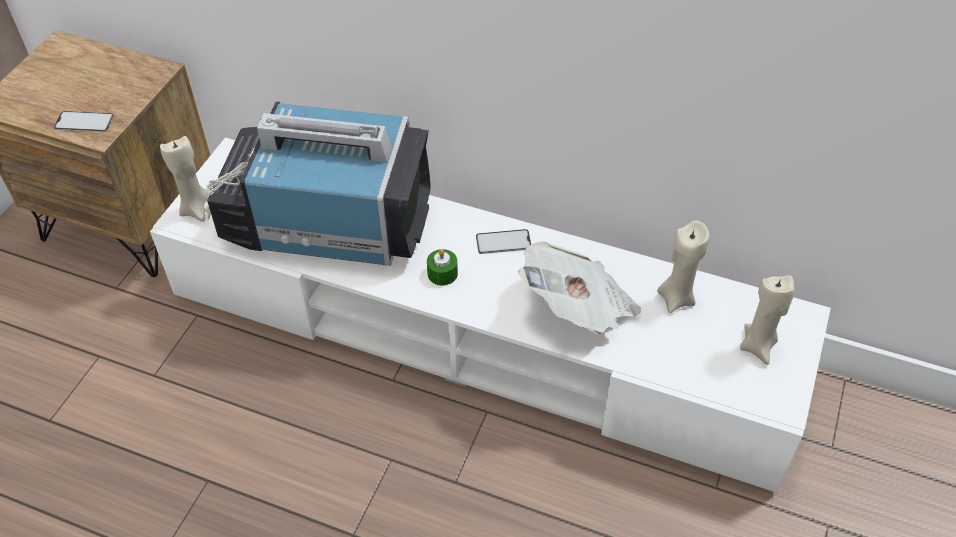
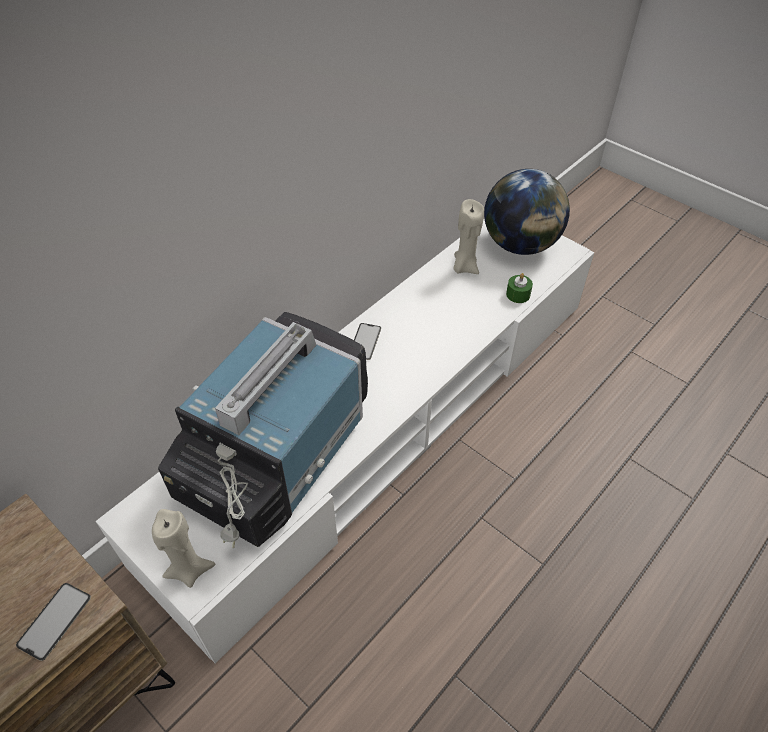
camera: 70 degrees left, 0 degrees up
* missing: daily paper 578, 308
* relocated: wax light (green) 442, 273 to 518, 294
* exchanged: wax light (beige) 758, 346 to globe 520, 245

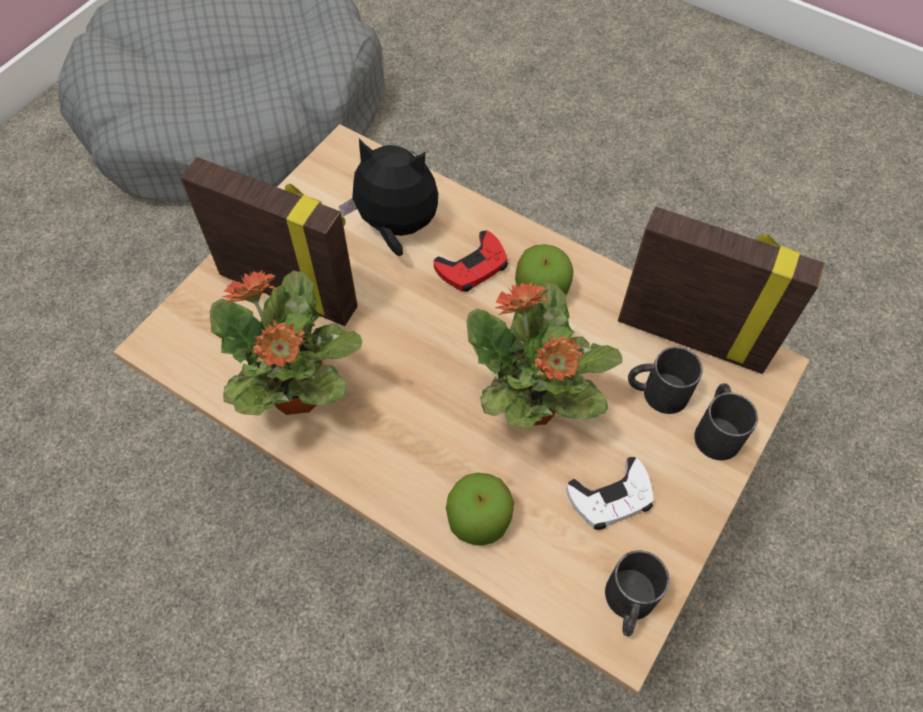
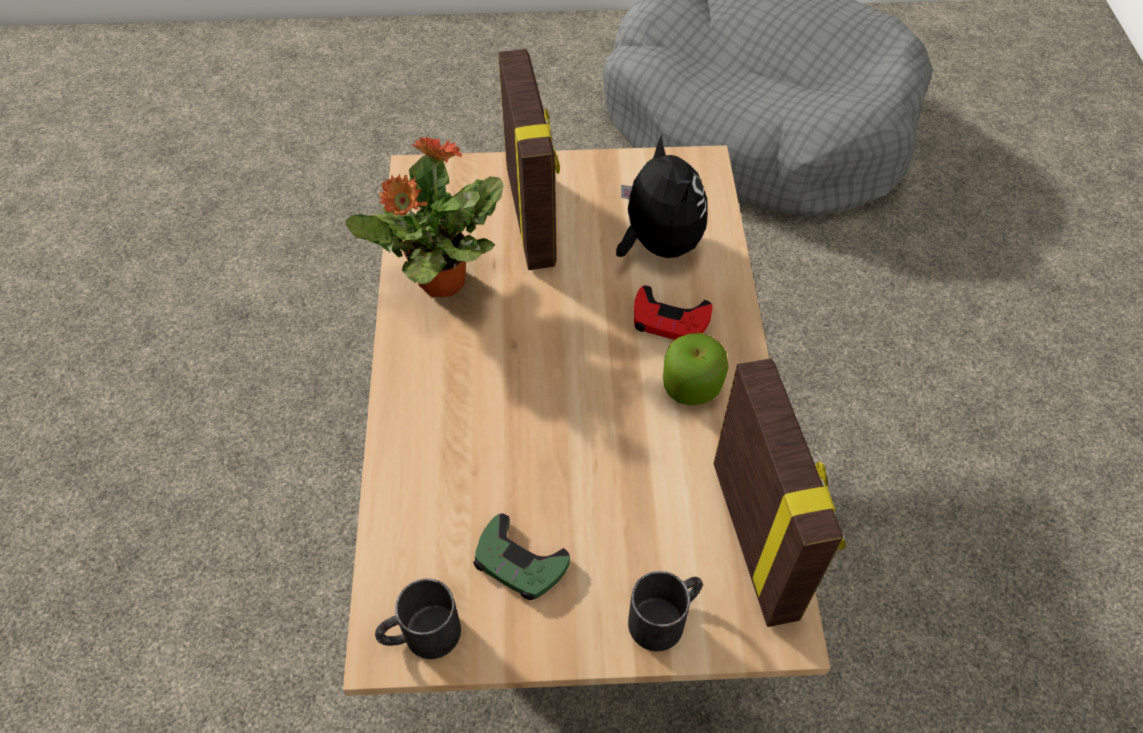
camera: 55 degrees right, 5 degrees down
* missing: apple 478, 519
* missing: houseplant 531, 408
* missing: coffee mug (black-coloured) 656, 392
* colour: joypad (white-coloured) 611, 497 to joypad (green) 519, 562

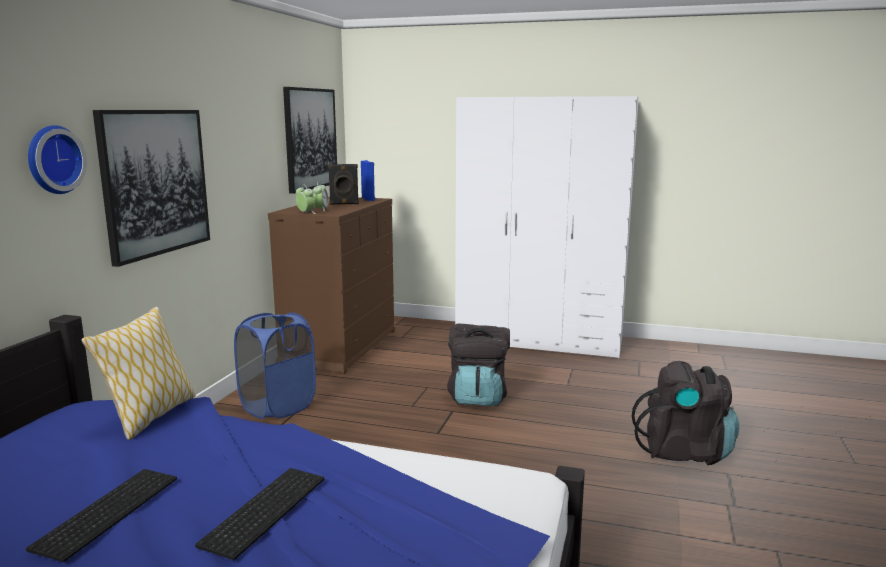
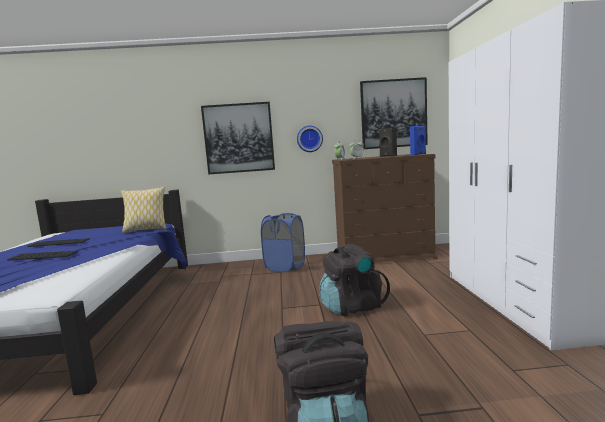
camera: 70 degrees right, 5 degrees down
* relocated: hanging clock 52, 159 to 309, 139

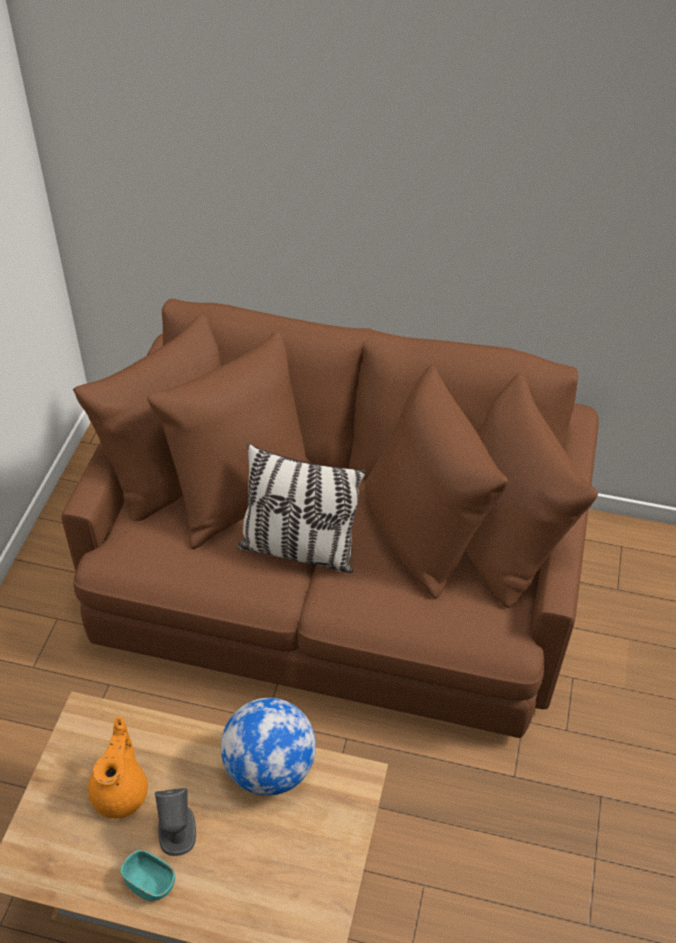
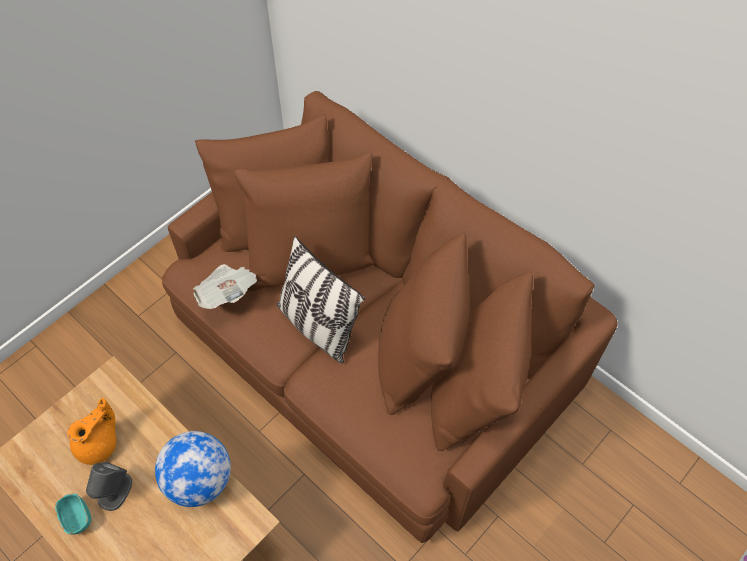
camera: 30 degrees right, 10 degrees up
* appeared: daily paper 227, 294

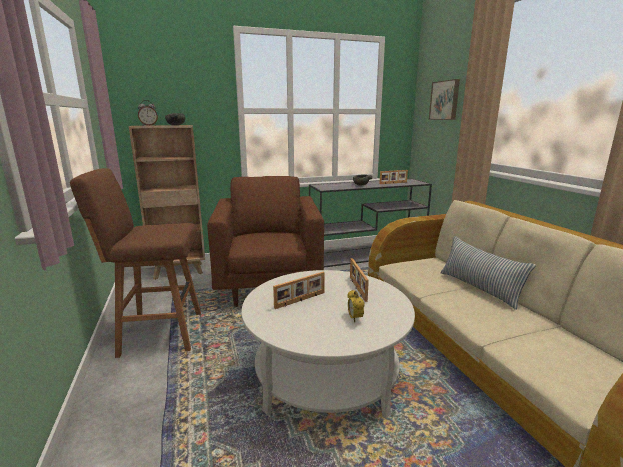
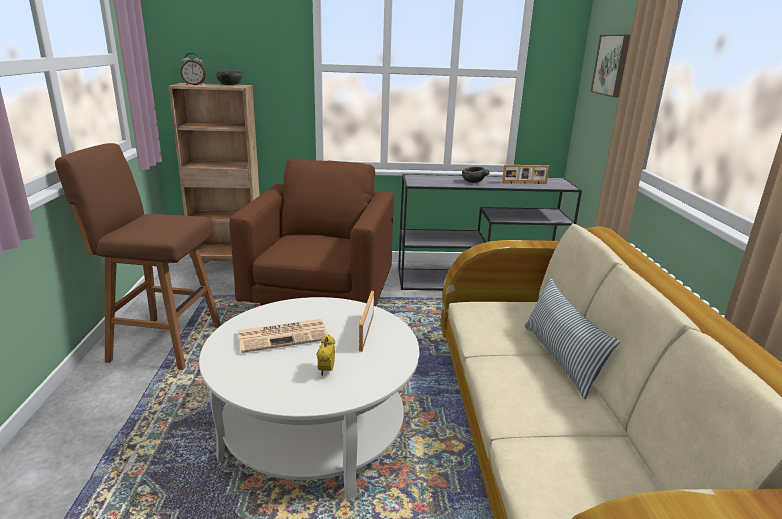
camera: 15 degrees right, 5 degrees up
* exchanged: standing frame 300, 300 to daily paper 284, 335

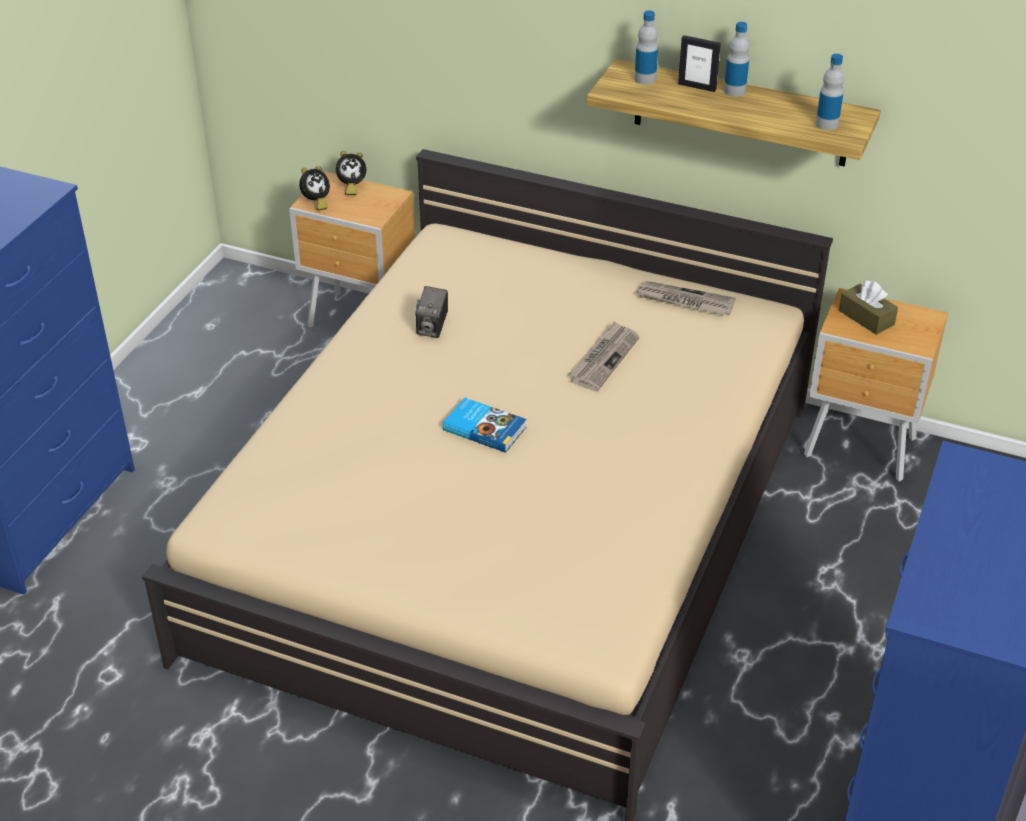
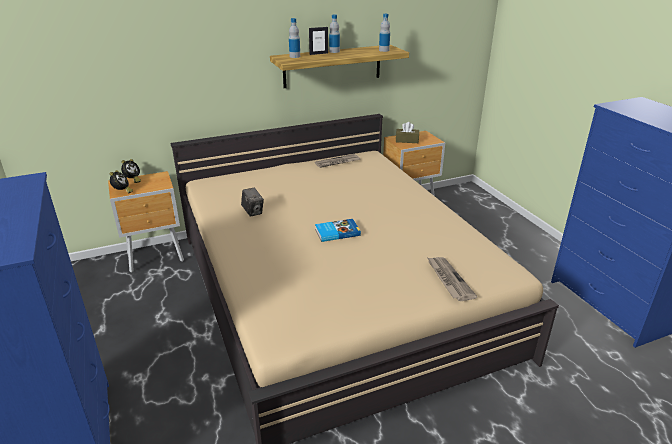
camera: 45 degrees left, 10 degrees down
* relocated: daily paper 604, 358 to 449, 279

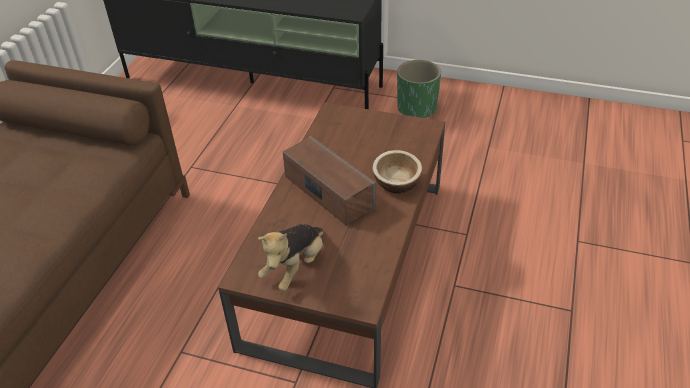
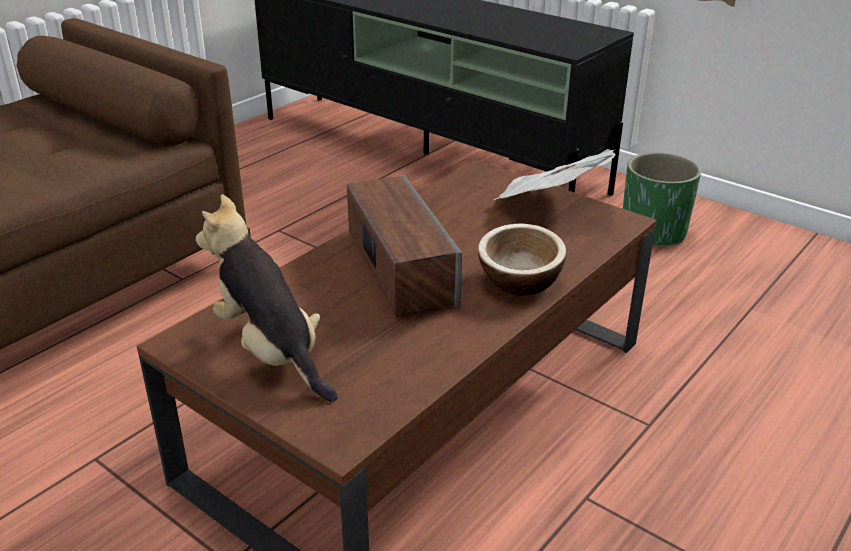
camera: 20 degrees right, 10 degrees down
* appeared: daily paper 550, 204
* spun: cuddly toy 295, 267 = 271, 352 90 degrees clockwise

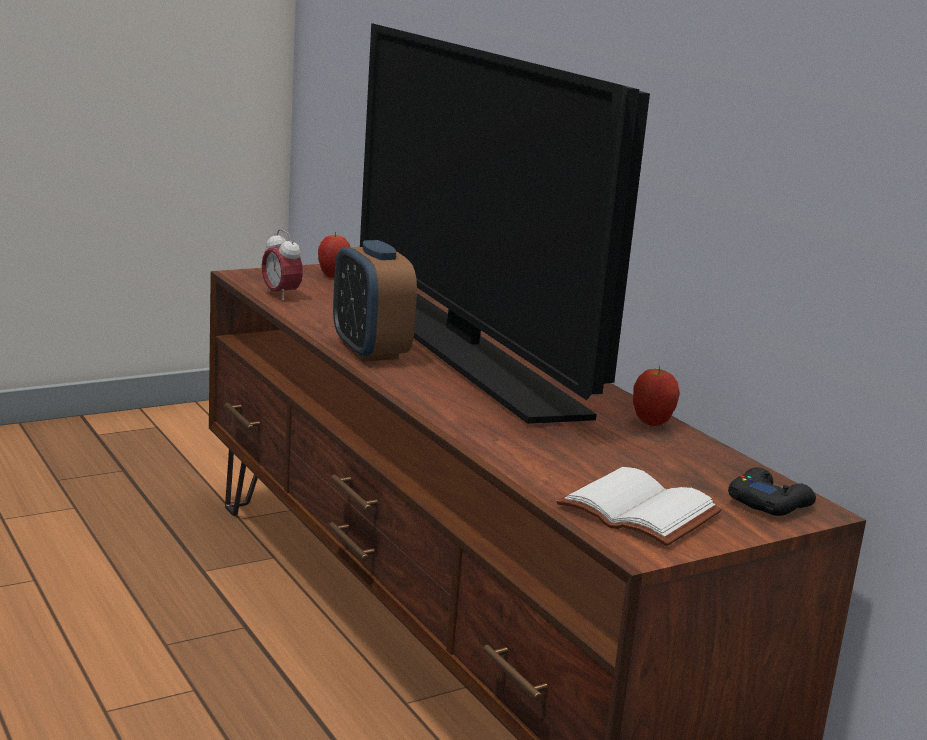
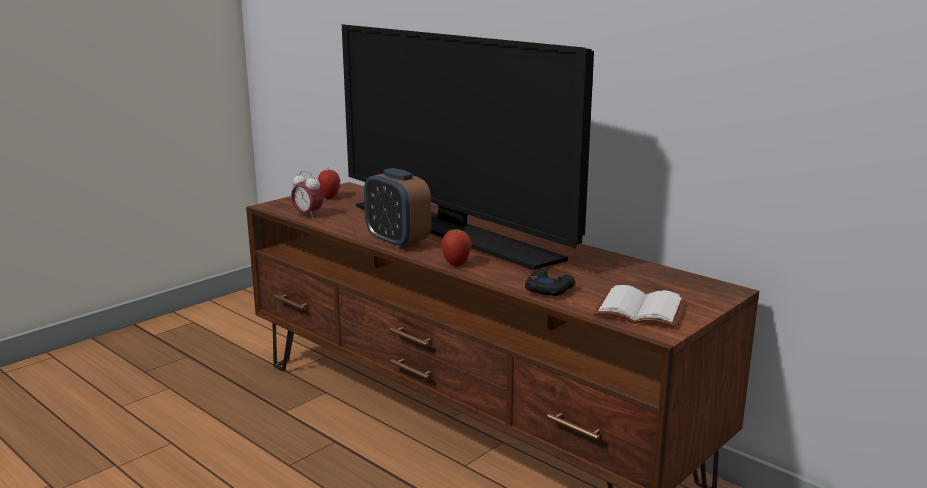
camera: 15 degrees left, 0 degrees up
* relocated: apple 652, 423 to 456, 264
* relocated: joypad (black-coloured) 769, 503 to 549, 289

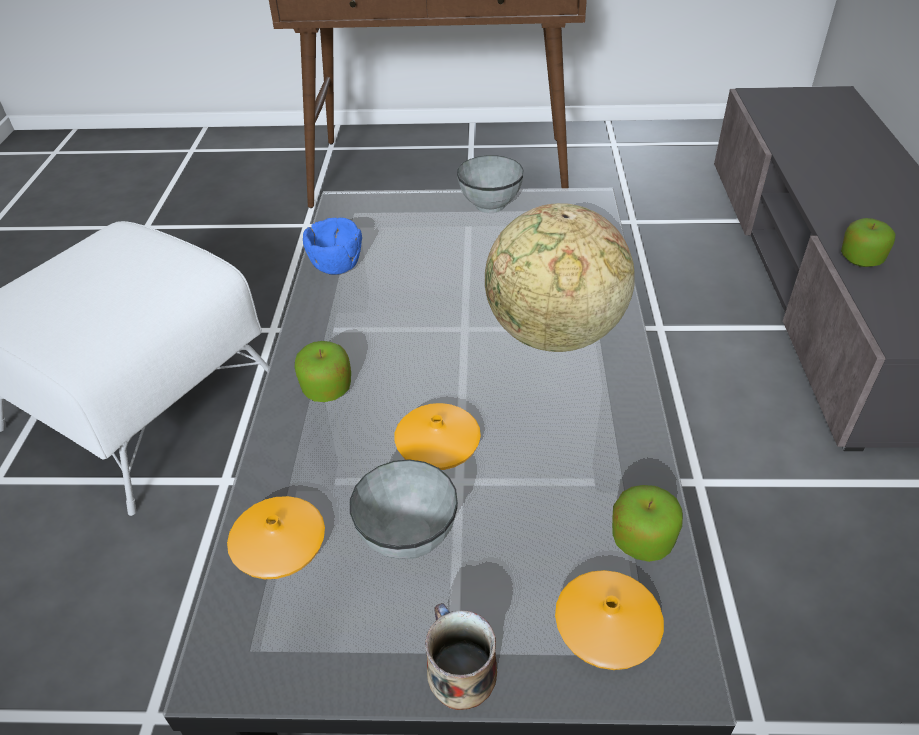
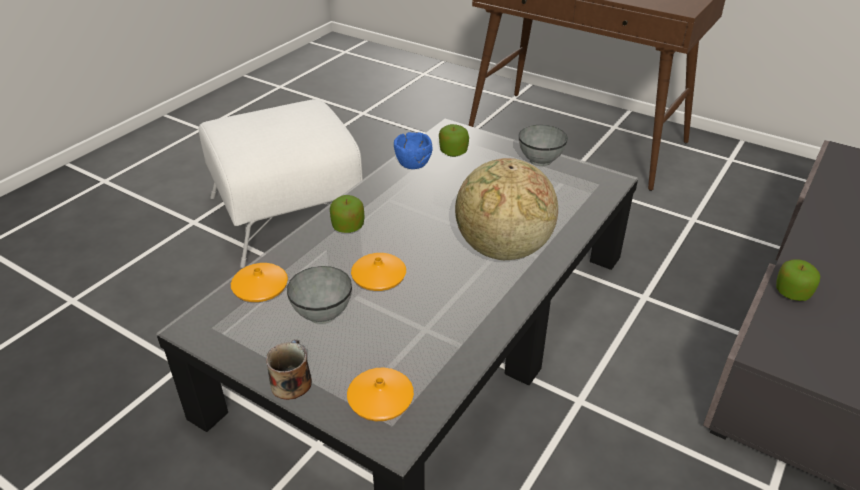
camera: 30 degrees right, 5 degrees down
* relocated: apple 642, 540 to 453, 152

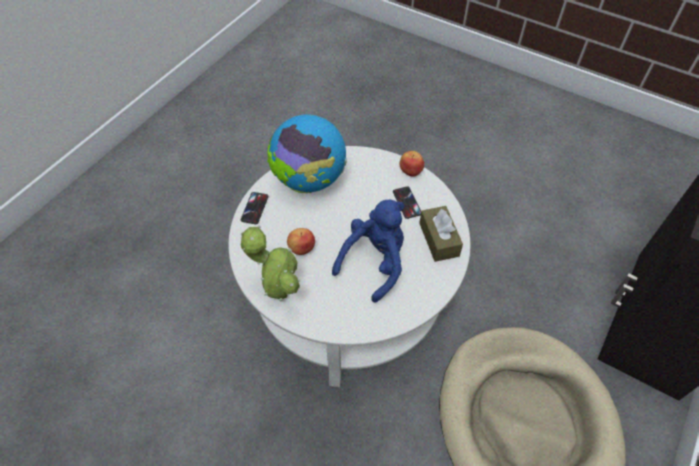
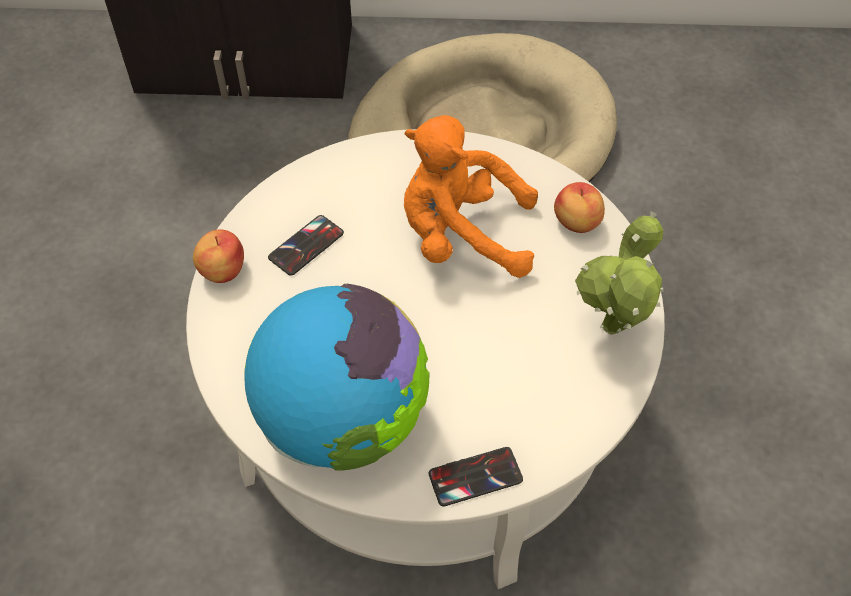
camera: 120 degrees left, 0 degrees up
* missing: tissue holder (brown-coloured) 439, 239
* relocated: apple 301, 248 to 576, 223
* colour: cuddly toy (bluish) 374, 262 to cuddly toy (orange-coloured) 461, 236

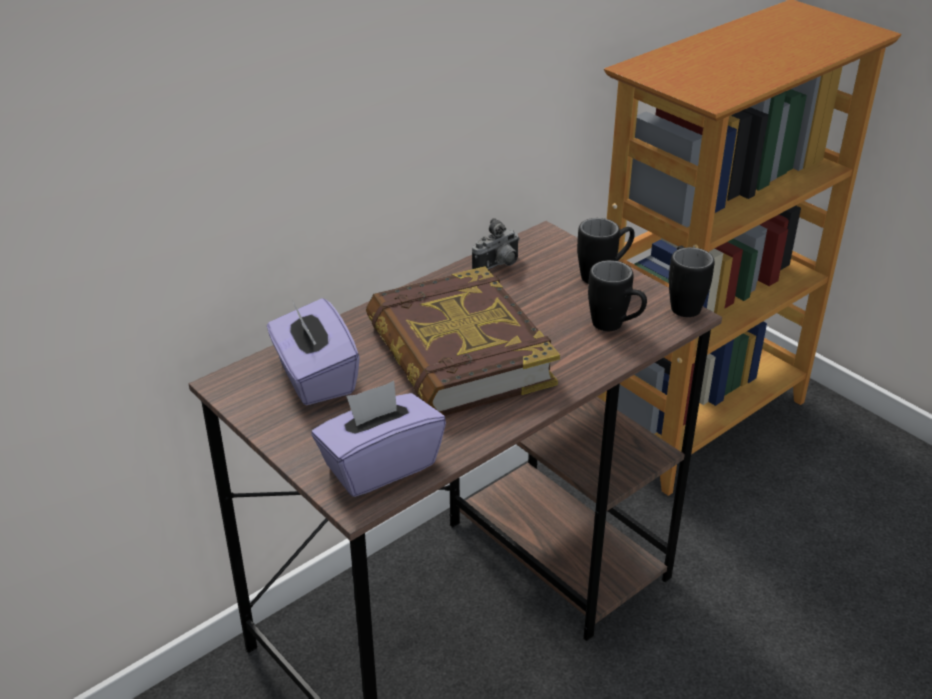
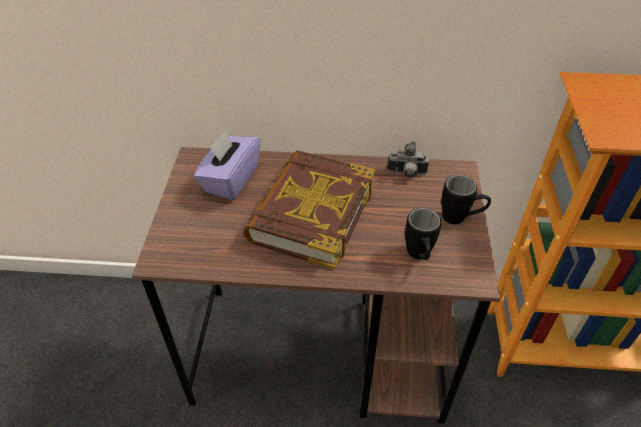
camera: 45 degrees right, 10 degrees up
* missing: tissue holder (purple) 380, 465
* missing: coffee mug (black-coloured) 682, 303

